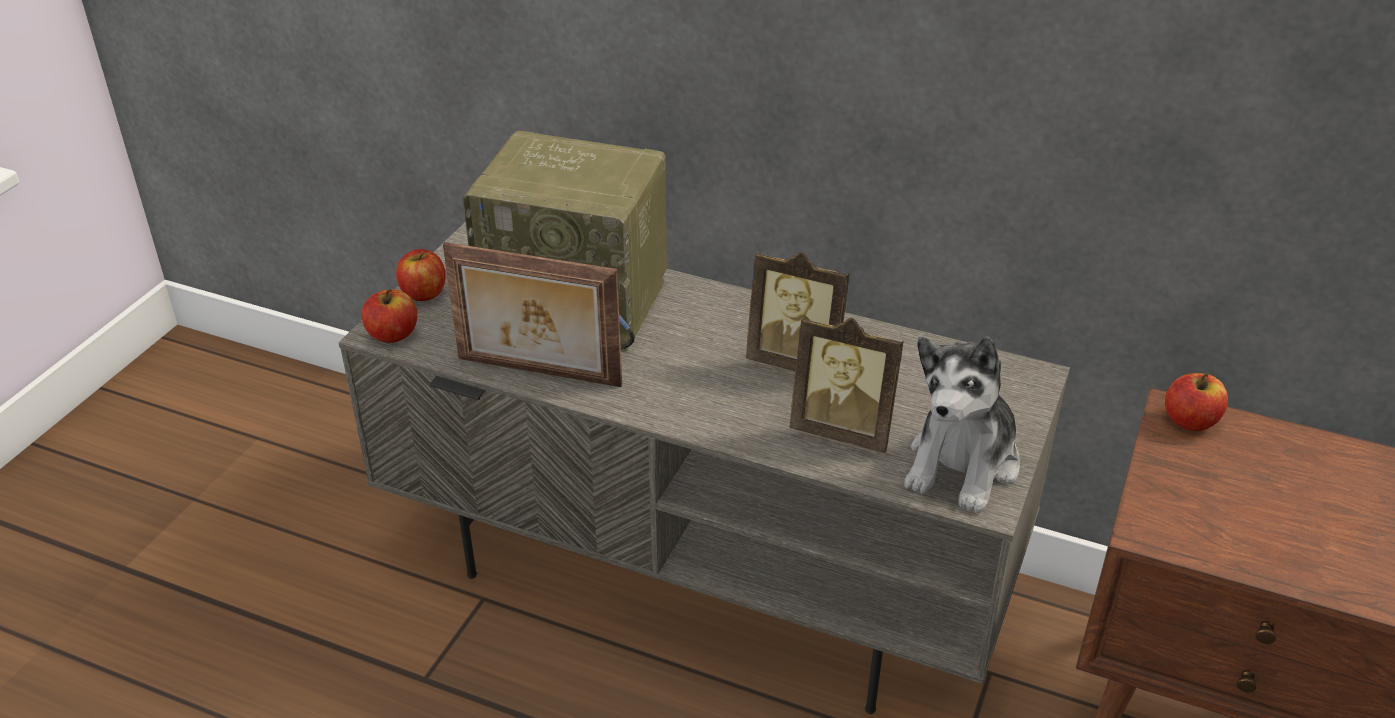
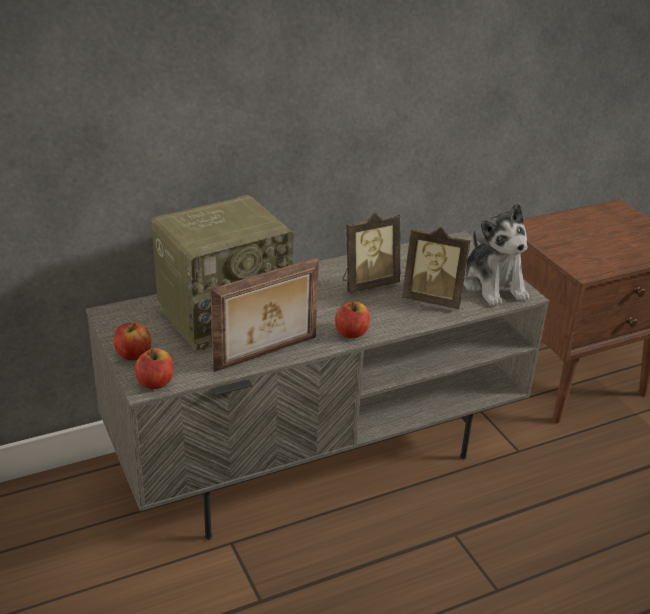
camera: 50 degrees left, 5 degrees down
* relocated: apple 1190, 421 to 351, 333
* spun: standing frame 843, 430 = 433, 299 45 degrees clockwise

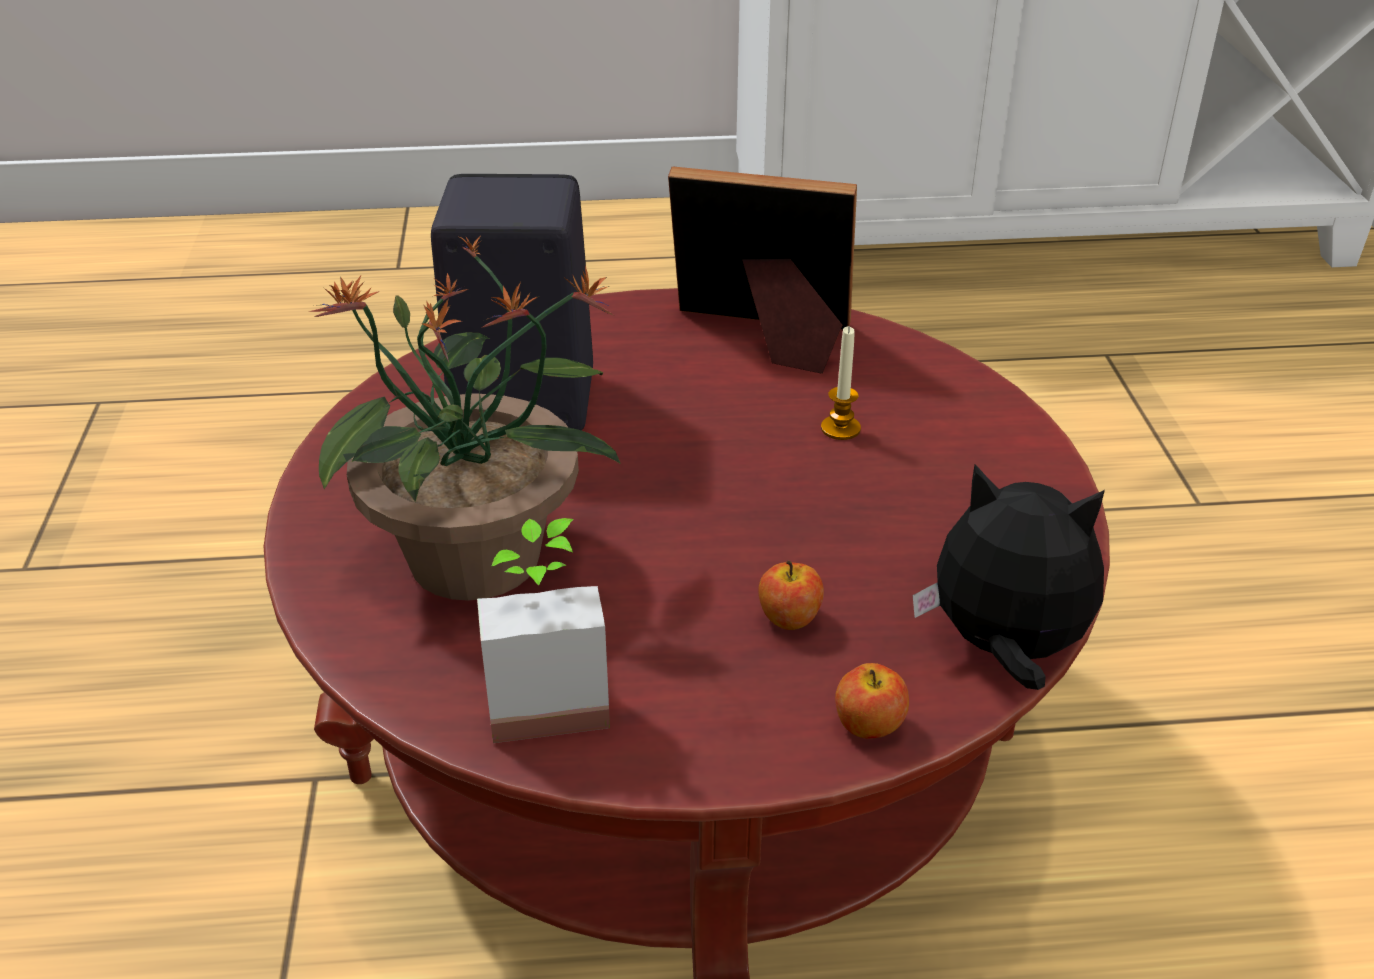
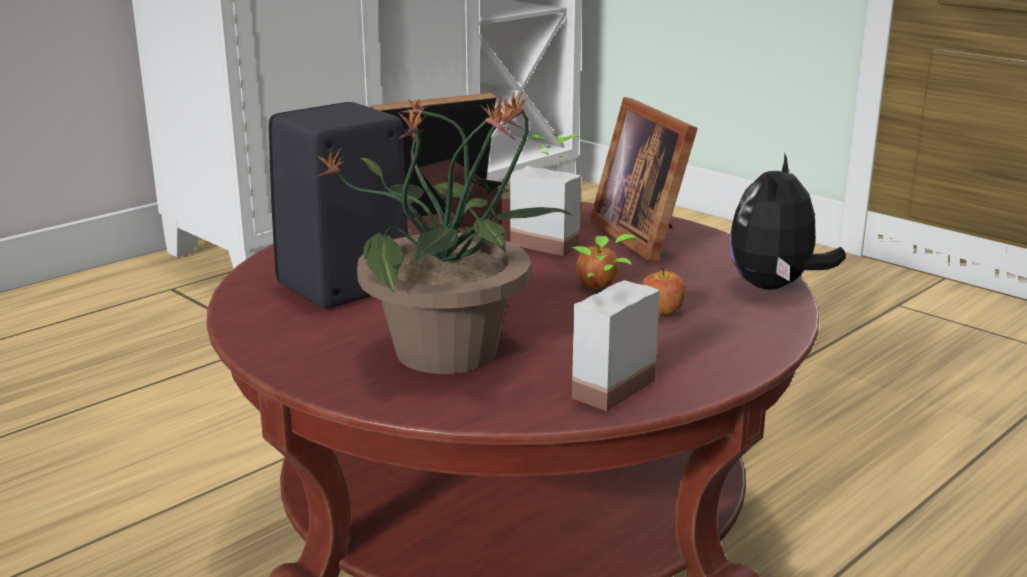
camera: 40 degrees left, 15 degrees down
* appeared: standing frame 644, 236
* relocated: apple 869, 725 to 597, 285
* exchanged: wax light 840, 428 to houseplant 551, 241
* spun: cuddly toy 1004, 650 = 775, 287 45 degrees counterclockwise

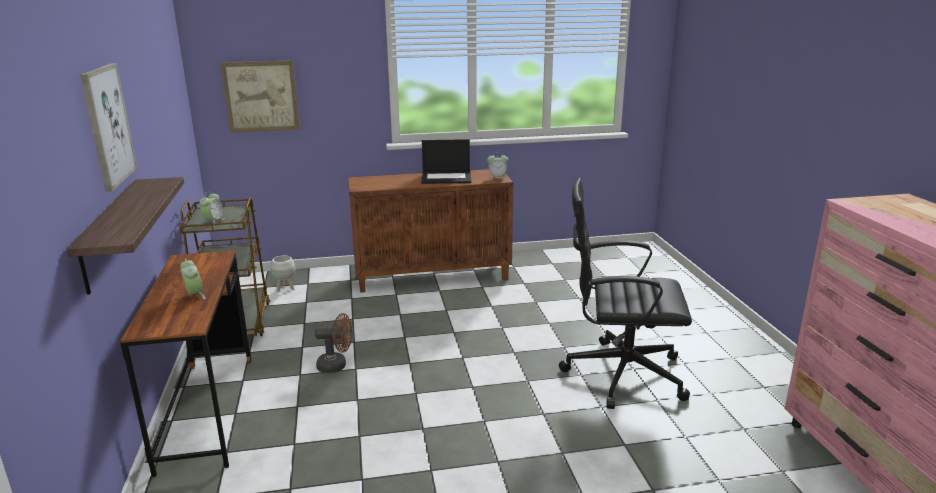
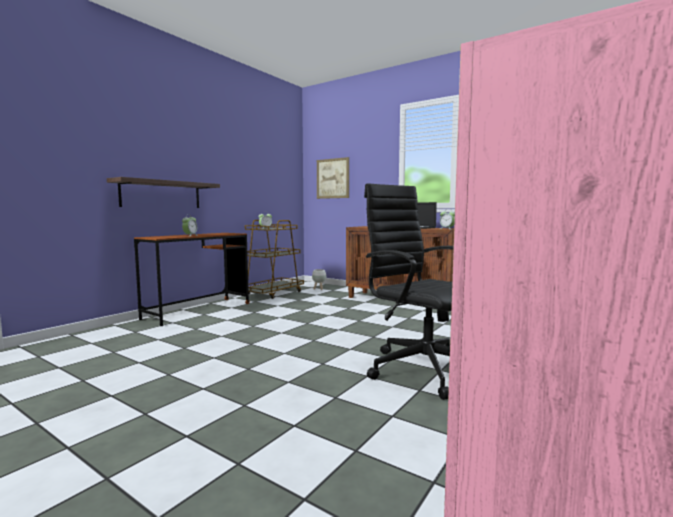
camera: 45 degrees right, 15 degrees down
* missing: wall picture 107, 125
* missing: fan (brown-coloured) 336, 365

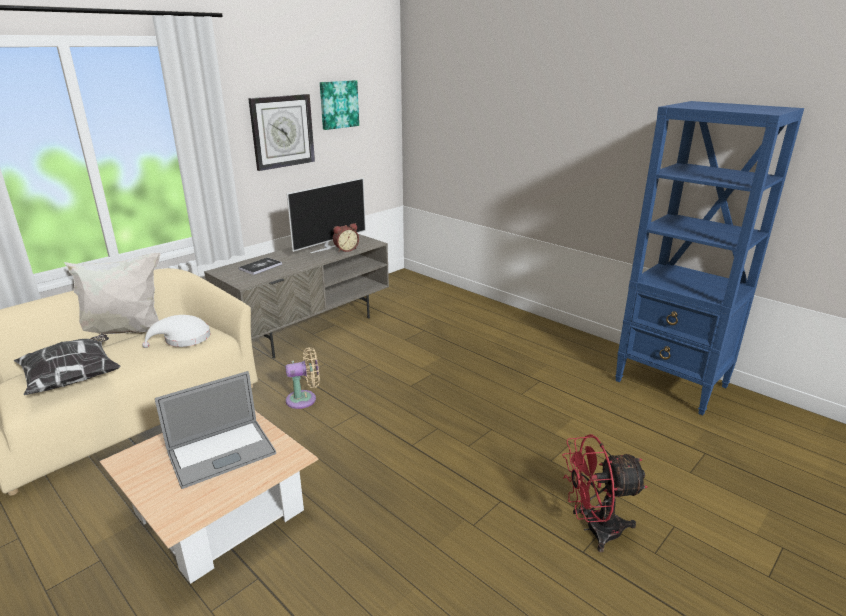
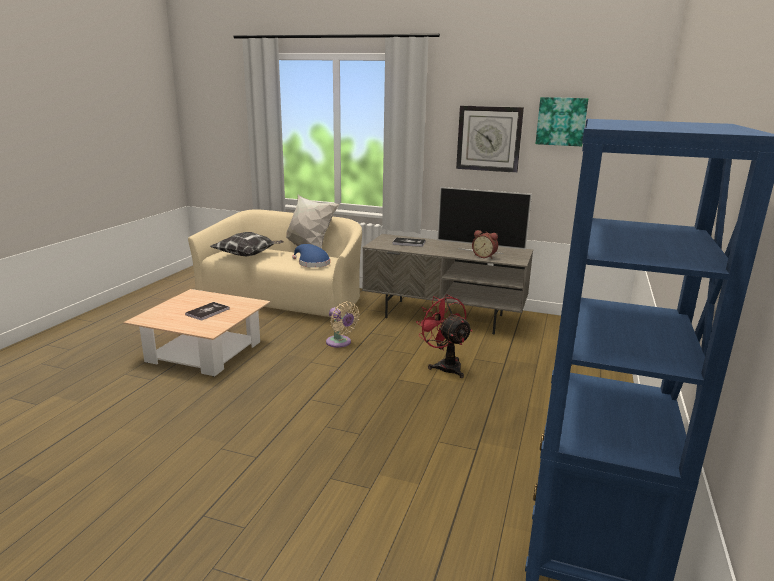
camera: 65 degrees right, 5 degrees down
* relocated: fan (red) 594, 529 to 445, 366
* exchanged: laptop 221, 453 to bound book 207, 312
* colour: clothing hat (white-coloured) 183, 339 to clothing hat (bluish) 312, 263

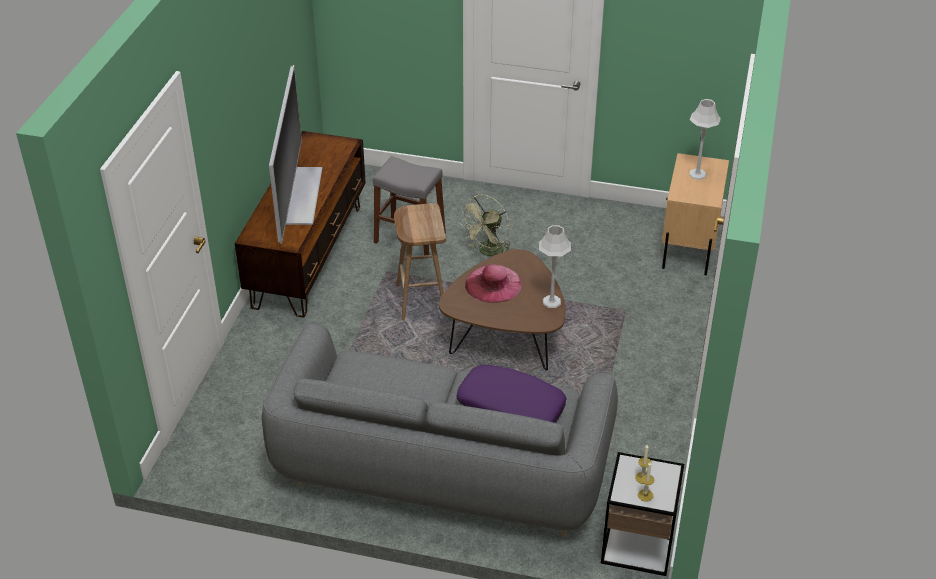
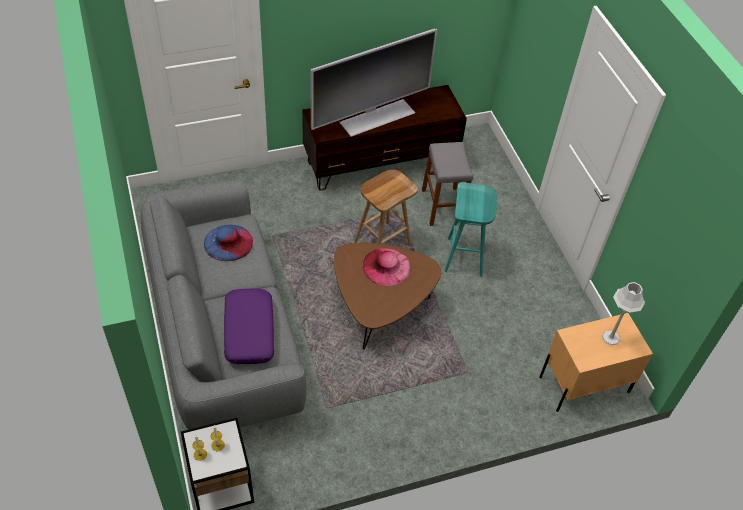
camera: 55 degrees right, 10 degrees up
* missing: table lamp (greyish) 551, 302
* appeared: clothing hat (bluish) 228, 242
* exchanged: fan (green) 488, 252 to stool seat (turquoise) 465, 257

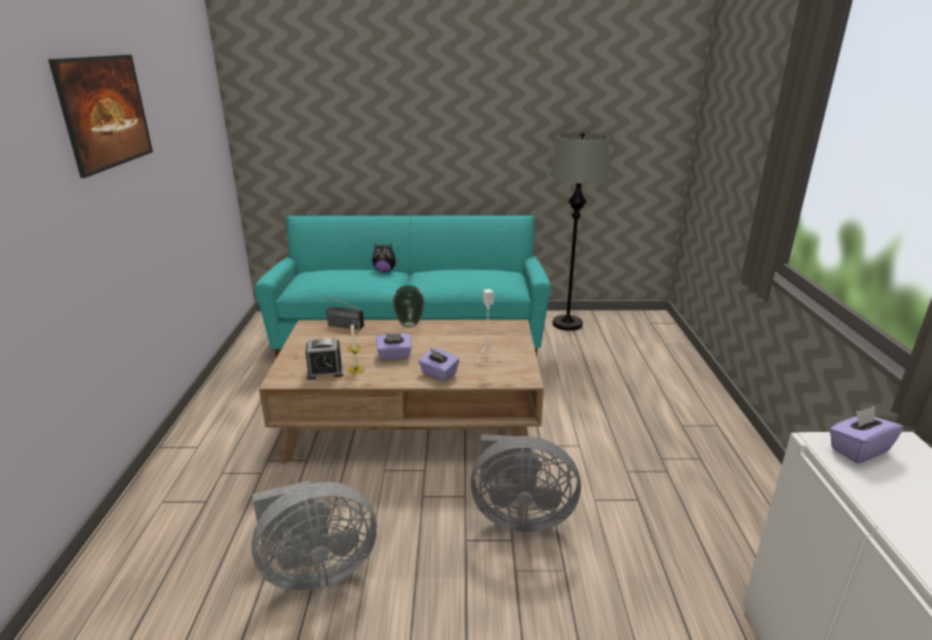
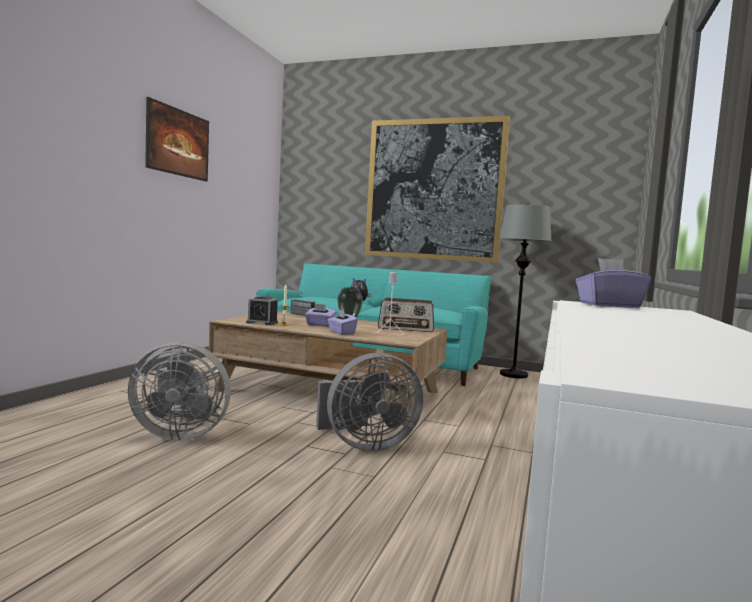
camera: 20 degrees right, 20 degrees down
* appeared: wall picture 434, 190
* appeared: radio set 406, 328
* spun: fan (greyish) 519, 516 = 365, 445 45 degrees counterclockwise

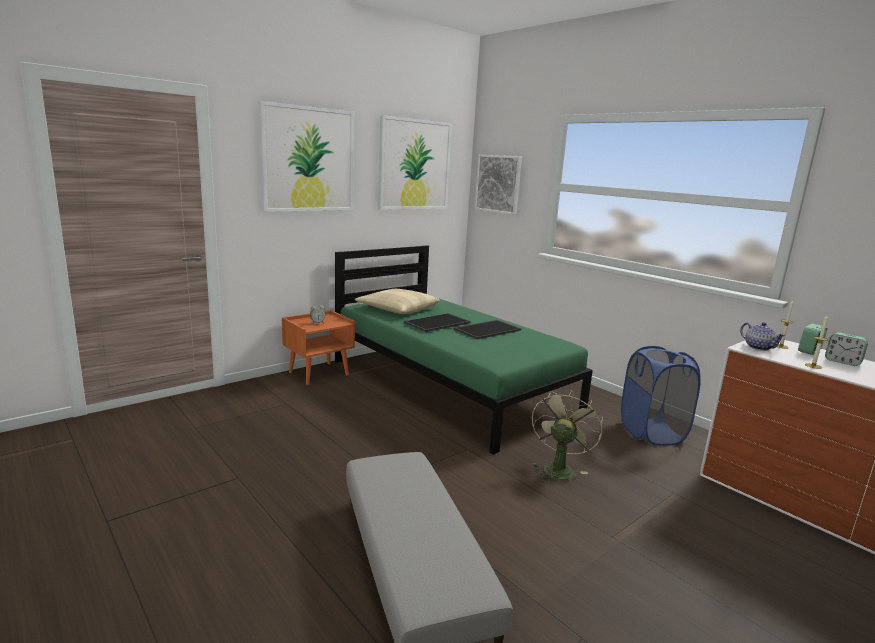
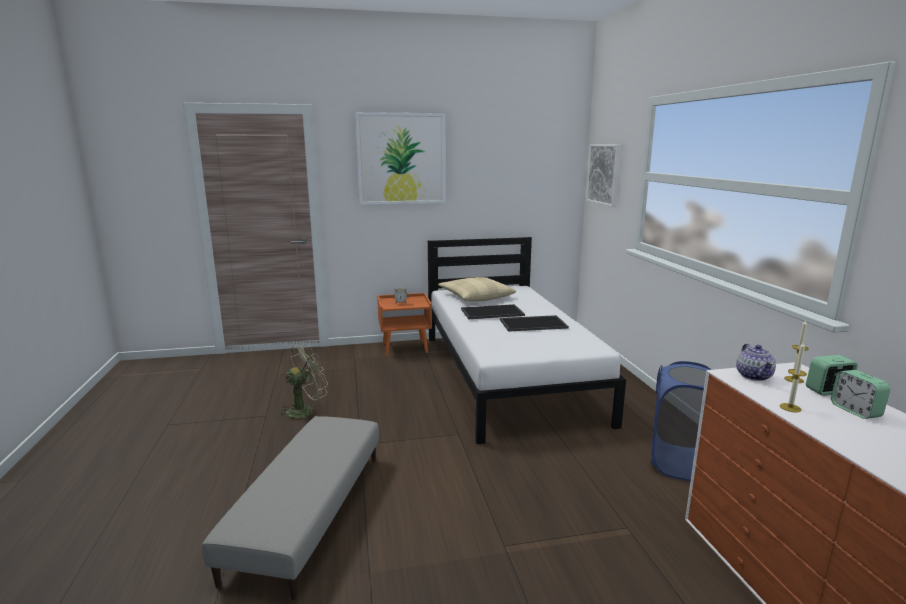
camera: 30 degrees right, 0 degrees up
* missing: wall picture 414, 165
* relocated: fan (green) 558, 468 to 305, 410
* colour: sleeping bed (green) 450, 385 to sleeping bed (white-coloured) 507, 375

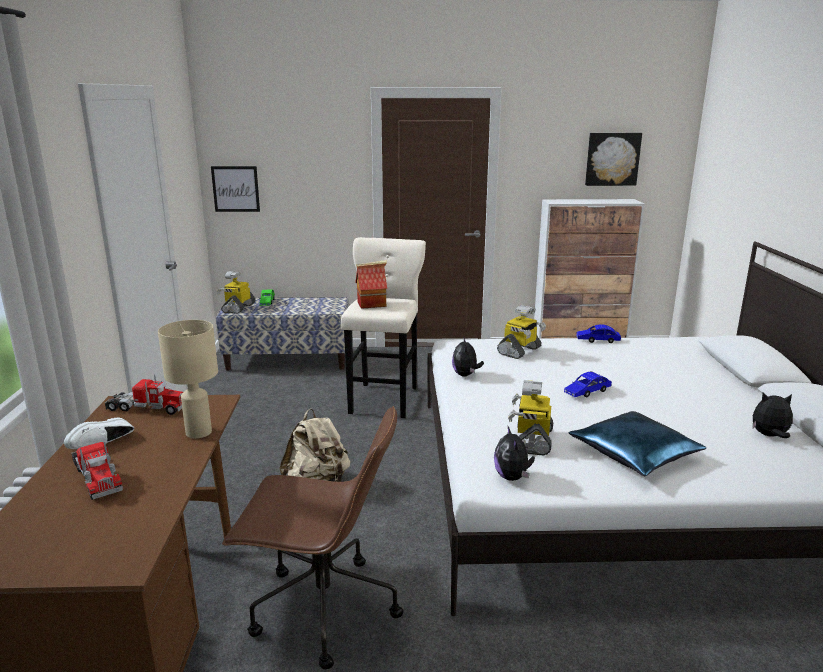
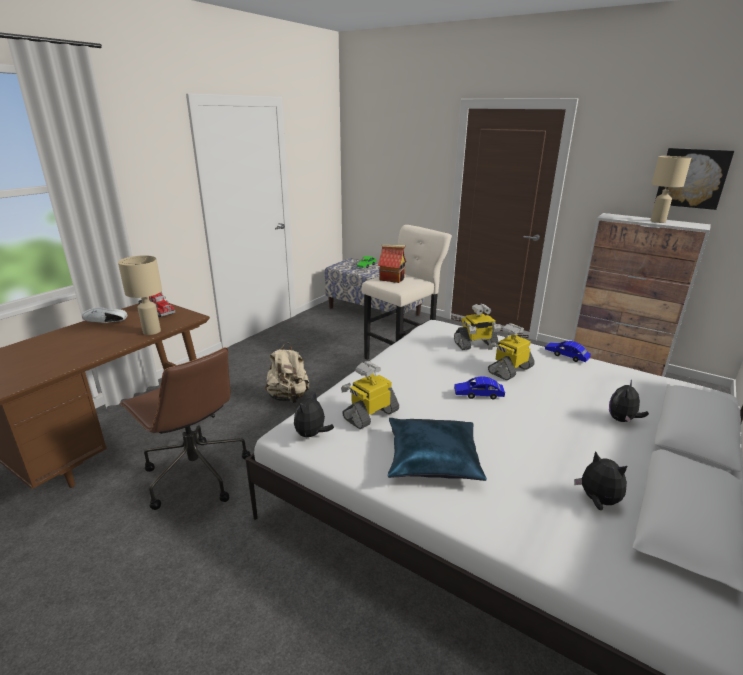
camera: 35 degrees right, 5 degrees up
* missing: model truck 96, 477
* missing: wall picture 235, 189
* appeared: table lamp (beige) 658, 221
* relocated: model robot 238, 308 to 509, 370
* relocated: cuddly toy 466, 375 to 622, 420

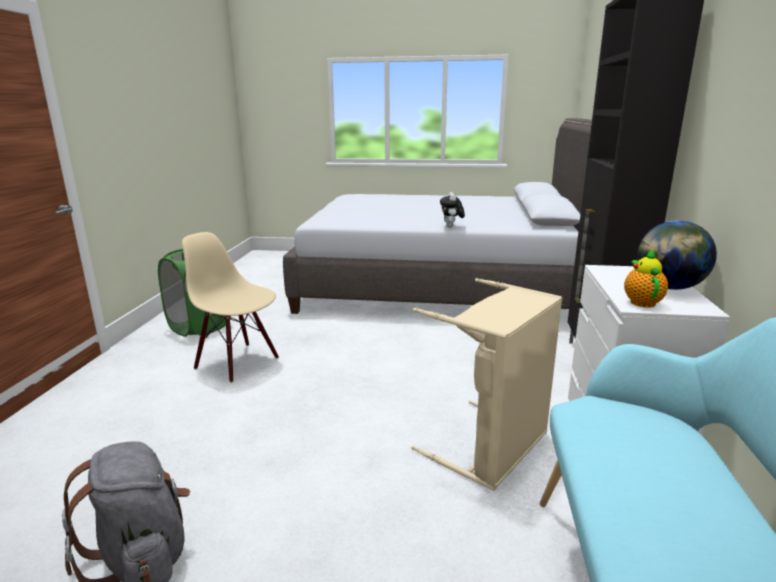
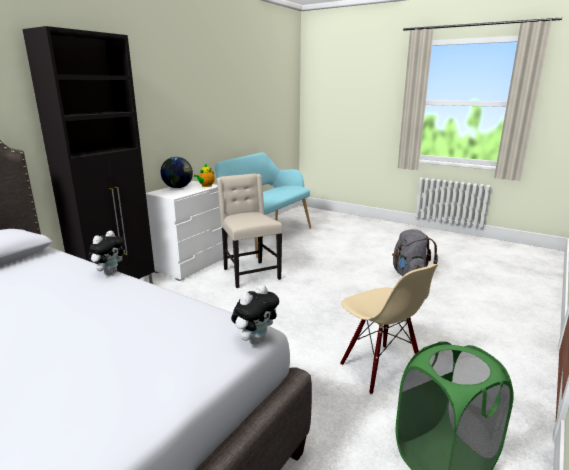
camera: 155 degrees left, 0 degrees up
* appeared: cuddly toy 255, 340
* exchanged: laundry basket (beige) 493, 448 to chair (beige) 250, 274

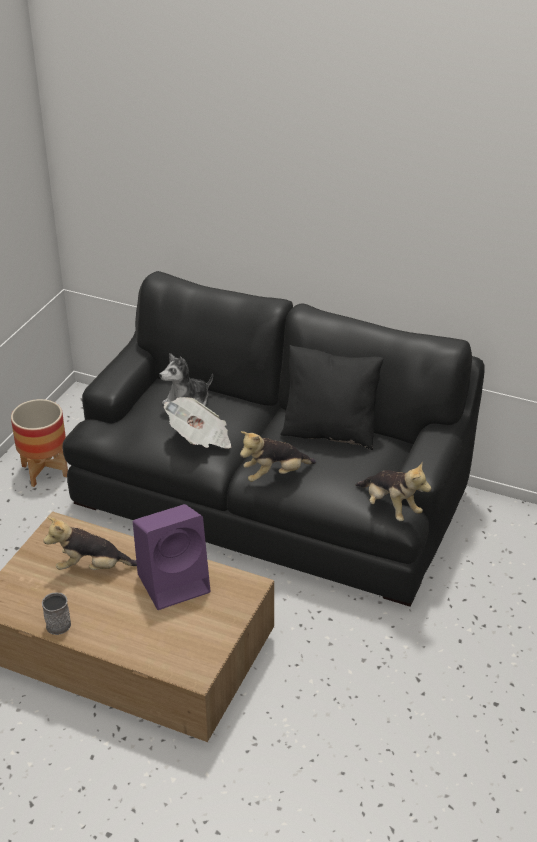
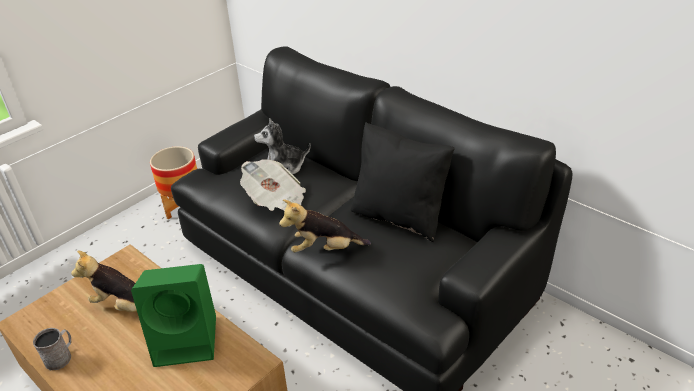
camera: 20 degrees right, 0 degrees up
* missing: cuddly toy 390, 507
* colour: speaker (purple) 175, 582 to speaker (green) 188, 339

